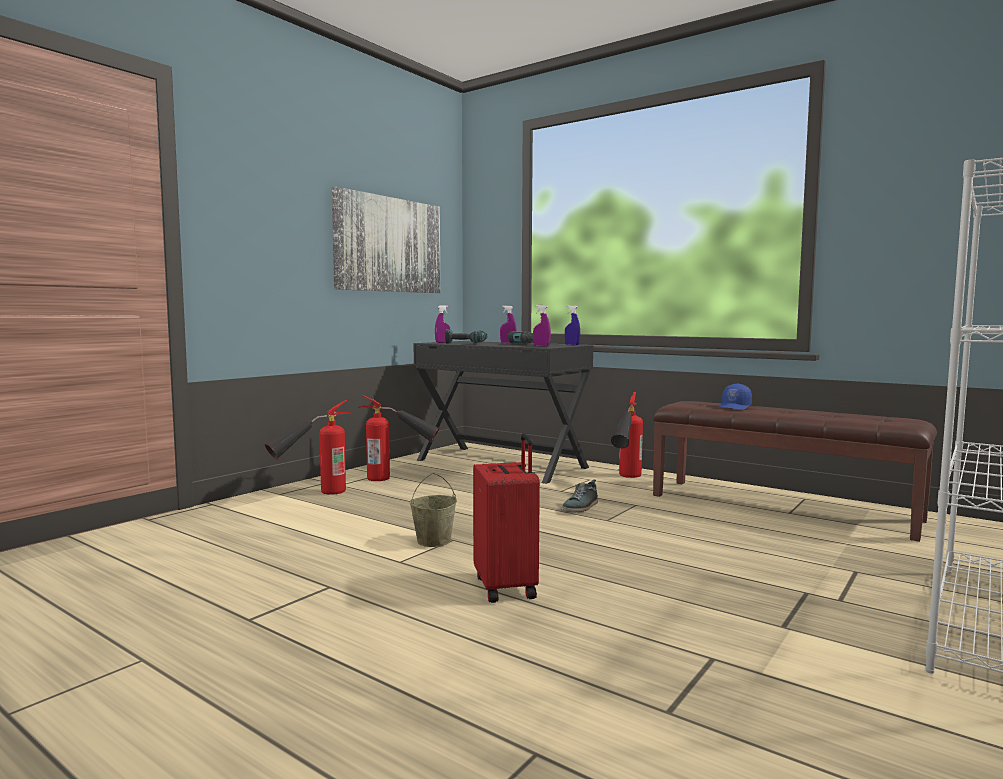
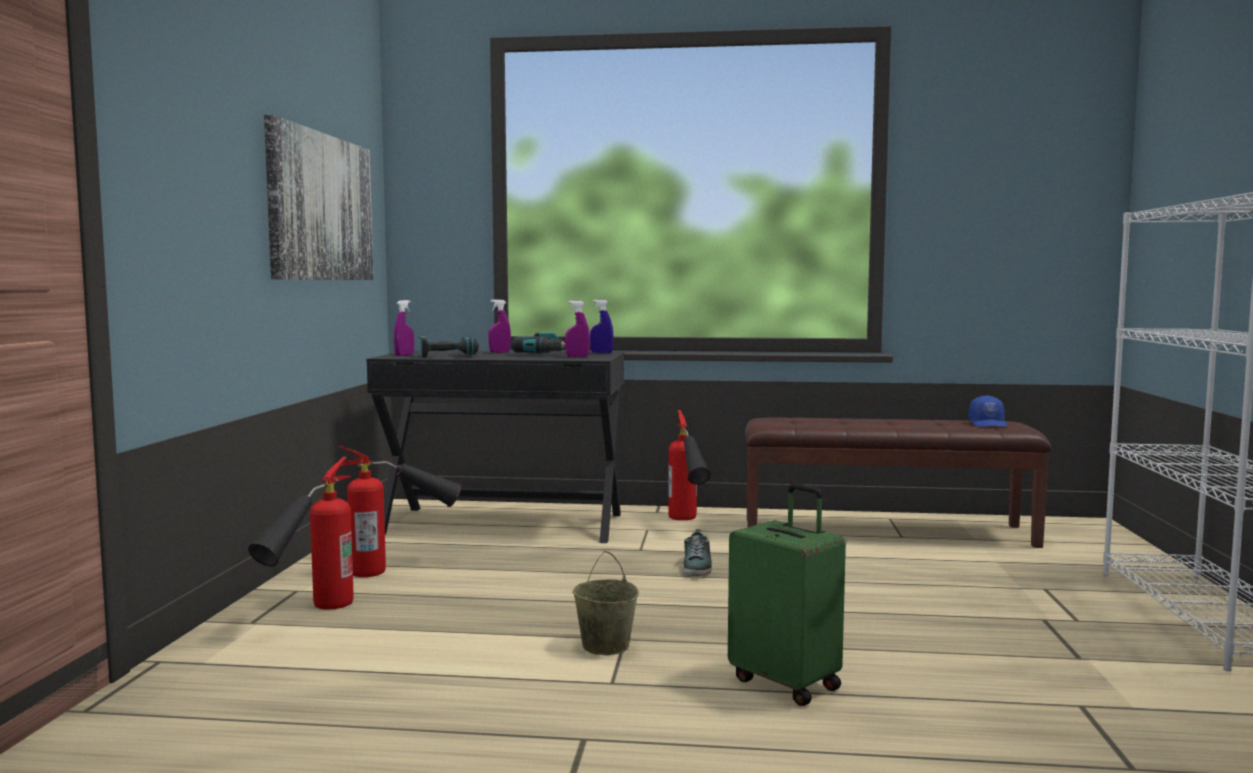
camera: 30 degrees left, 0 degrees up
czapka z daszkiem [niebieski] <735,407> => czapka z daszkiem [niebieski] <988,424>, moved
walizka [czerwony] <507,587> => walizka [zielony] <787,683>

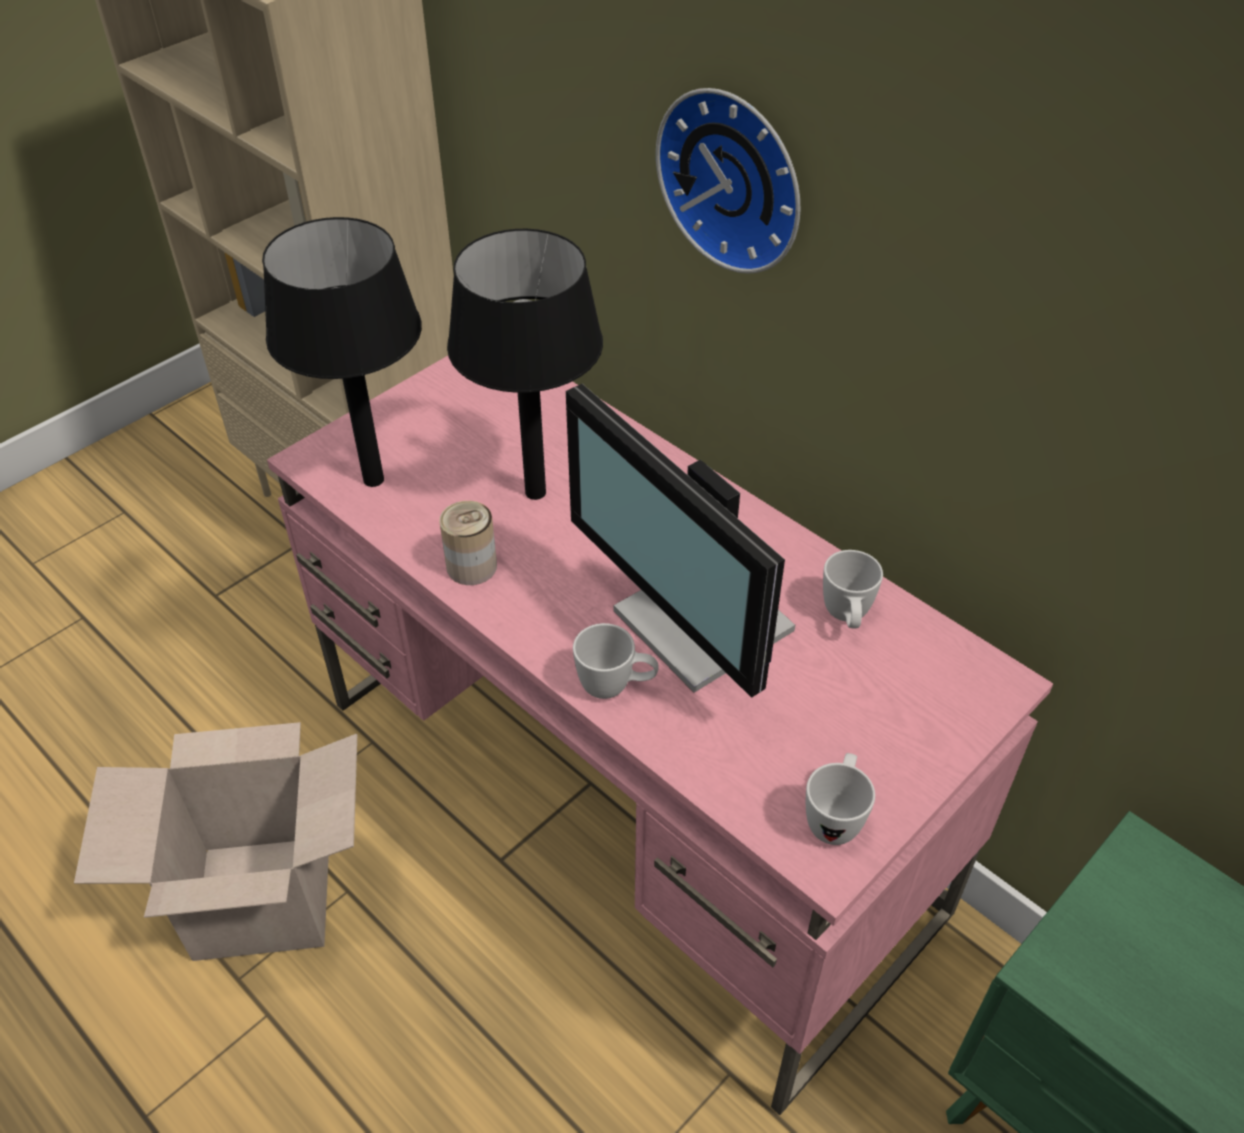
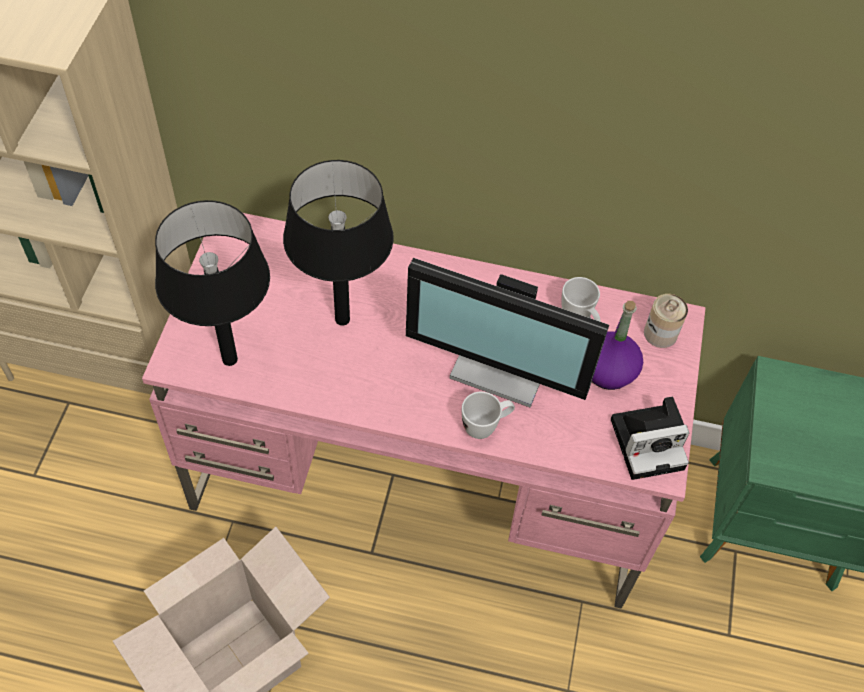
camera: 35 degrees left, 10 degrees up
zegar ścienny <736,177> => nothing
puszka <471,566> => puszka <660,333>, moved
kubek [biały] <835,817> => aparat fotograficzny <650,442>
nothing => butelka [fioletowy] <608,371>

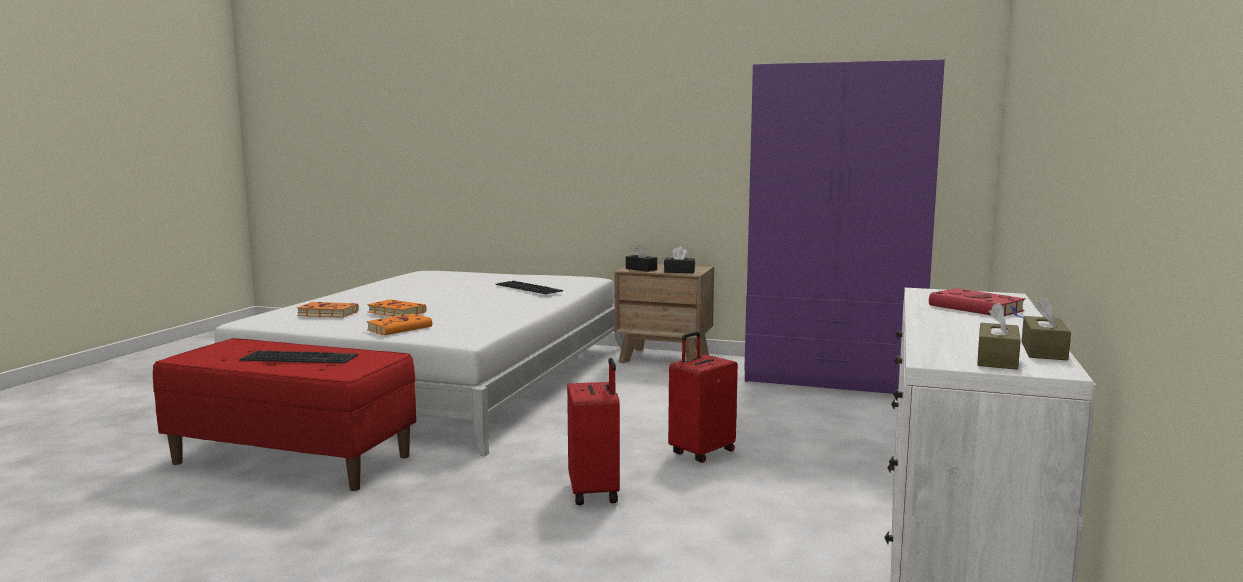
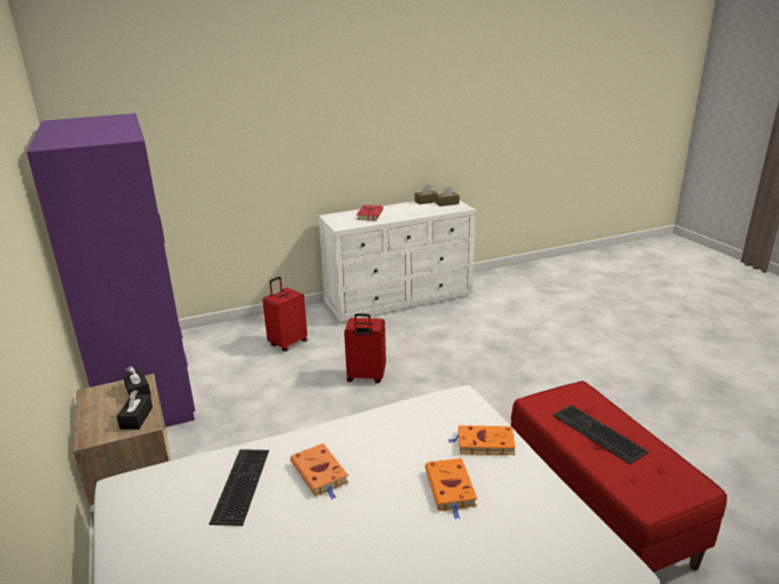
camera: 130 degrees left, 15 degrees up
książka [pomarańczowy] <326,313> => książka [pomarańczowy] <320,474>, moved
walizka [czerwony] <595,492> => walizka [czerwony] <287,343>, moved

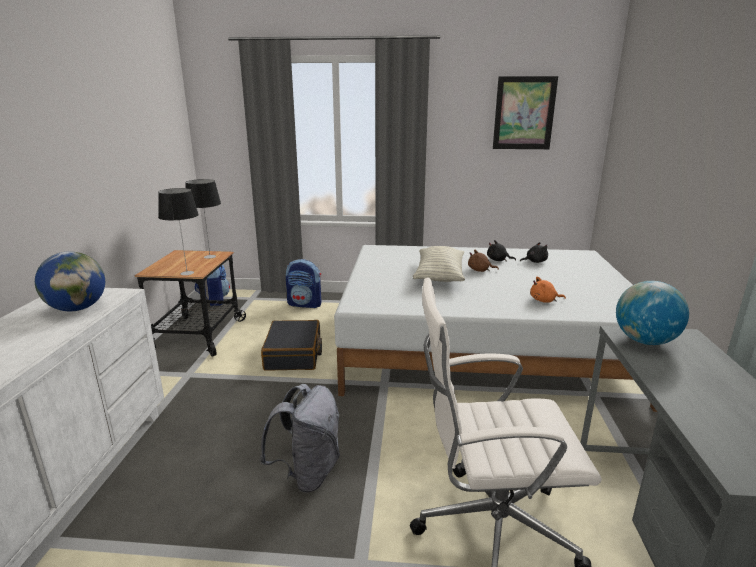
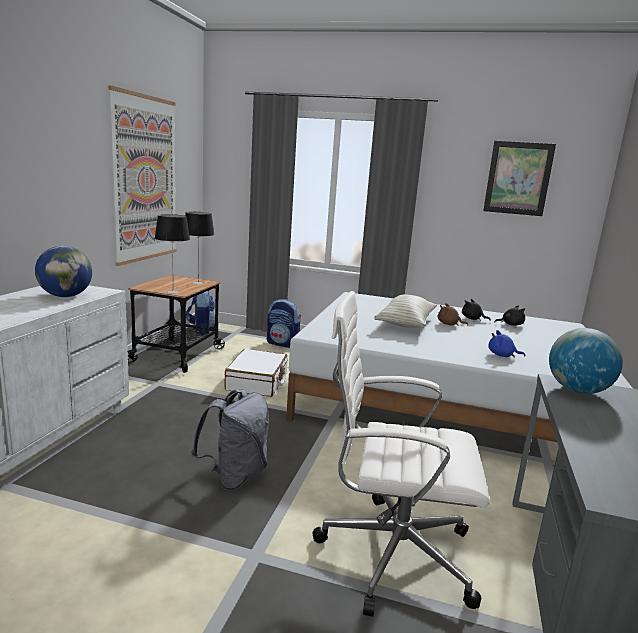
camera: 10 degrees right, 5 degrees down
pluszak [pomarańczowy] <544,301> => pluszak [niebieski] <502,355>
walizka [czarny] <294,354> => walizka [biały] <257,382>
nothing => obraz <145,179>

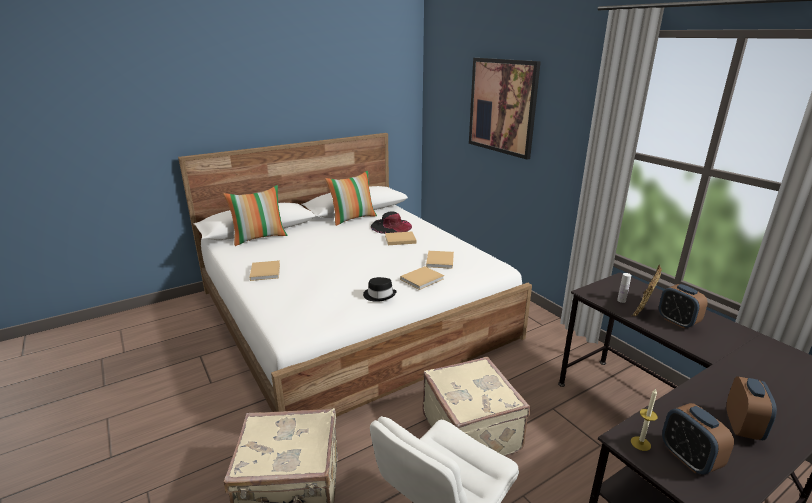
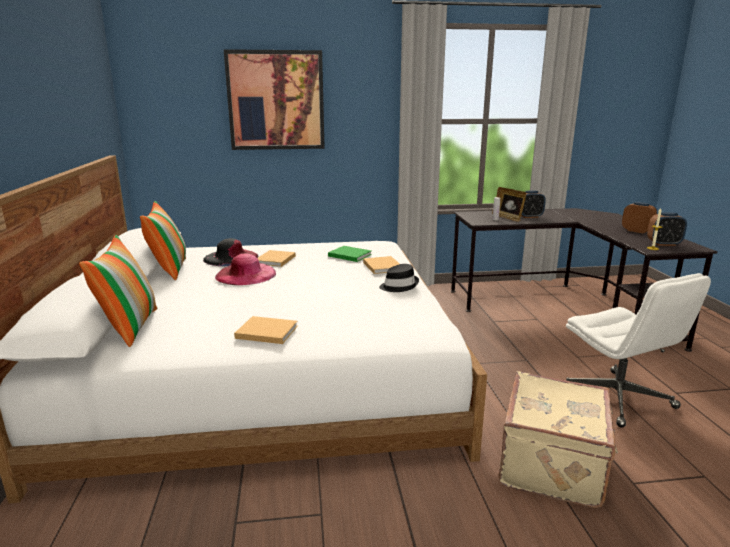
camera: 65 degrees left, 5 degrees down
książka [beżowy] <440,260> => książka [zielony] <349,255>
walizka [beżowy] <472,431> => nothing
nothing => kapelusz [różowy] <246,274>

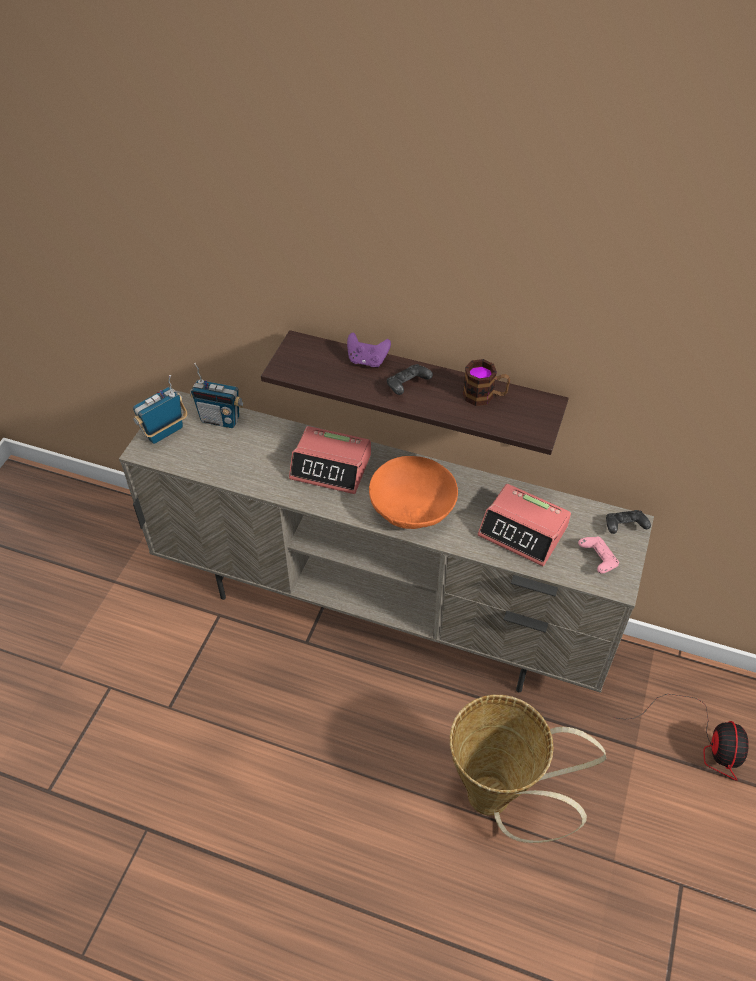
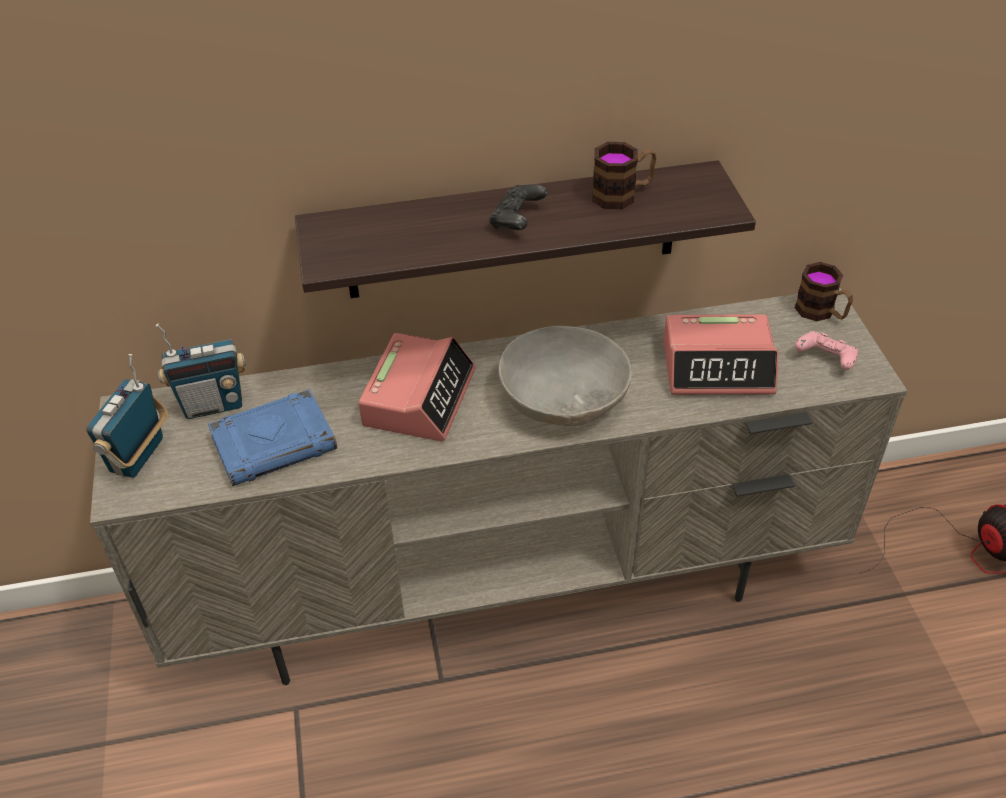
camera: 30 degrees left, 5 degrees down
pad do gier [fioletowy] <367,361> => nothing
budzik <331,467> => budzik <419,397>, 60 degrees counterclockwise
miska [pomarańczowy] <413,507> => miska [szary] <564,398>
pad do gier [czarny] <624,527> => kubek <821,312>
koszyk <499,801> => nothing
nothing => książka [niebieski] <275,443>

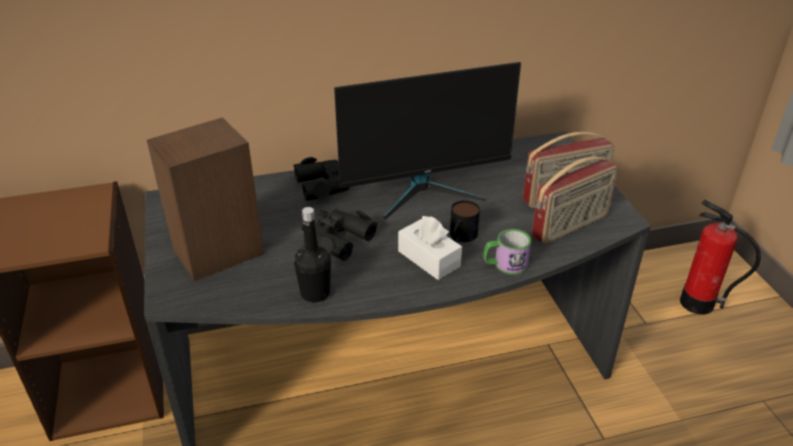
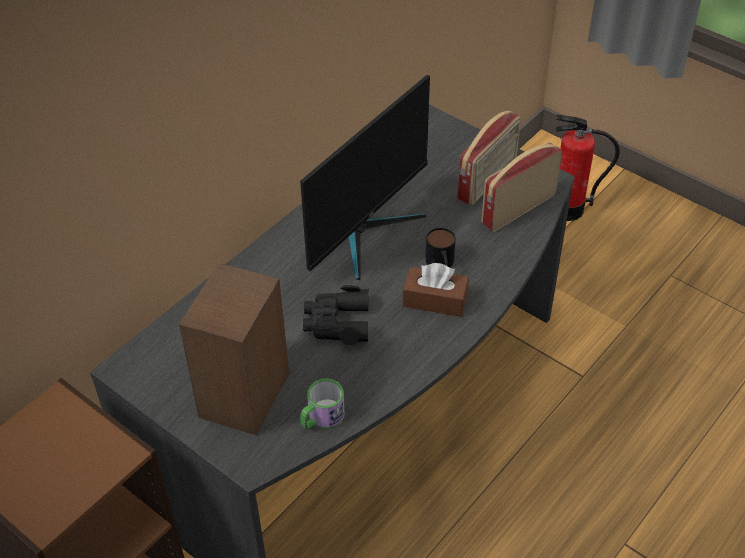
camera: 35 degrees left, 10 degrees up
lornetka [czarny] <326,185> => nothing
radio <571,227> => radio <517,208>, 150 degrees counterclockwise
butelka [czarny] <315,293> => nothing
pudełko chusteczek [biały] <429,258> => pudełko chusteczek [brązowy] <435,300>
kubek <505,264> => kubek <321,418>, moved

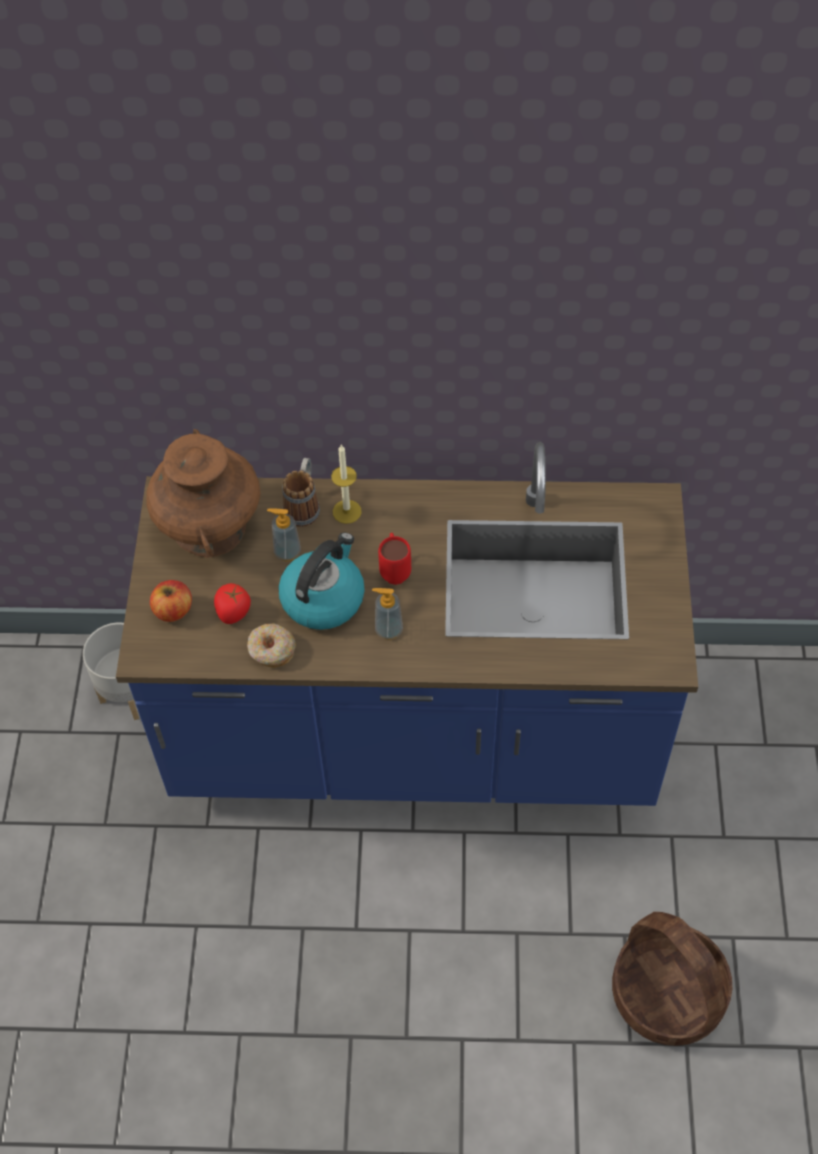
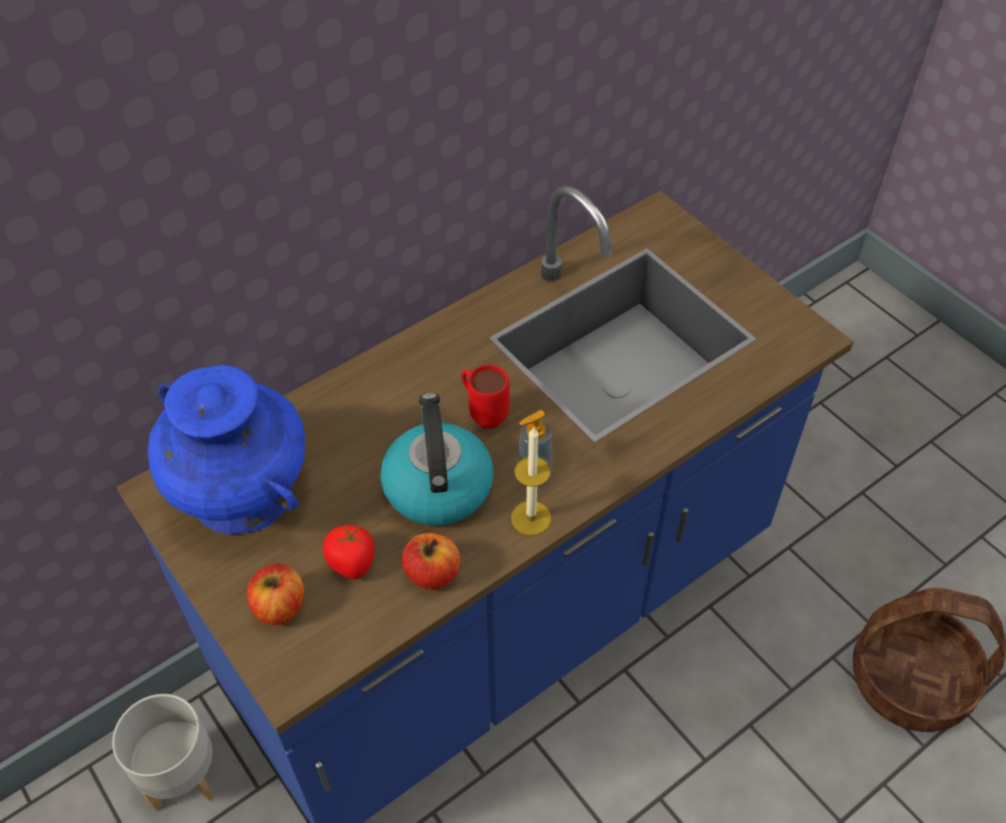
camera: 40 degrees left, 5 degrees down
wazon [brązowy] <209,526> => wazon [niebieski] <241,492>
świeca <347,511> => świeca <531,518>, moved
kubek <304,506> => nothing
dozownik mydła <287,552> => nothing
donut <271,650> => jabłko <432,573>

